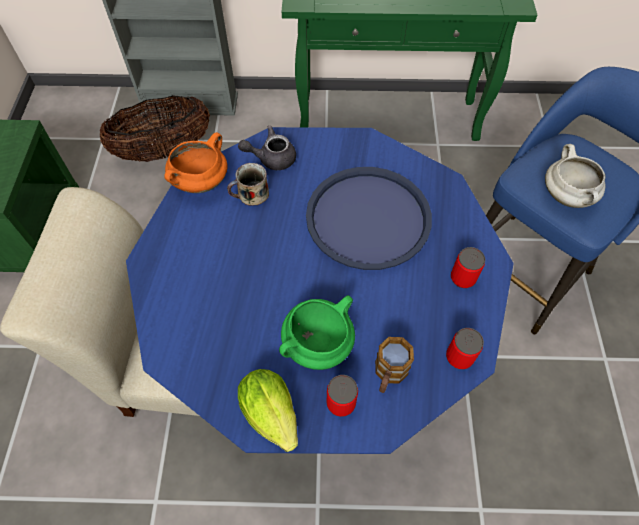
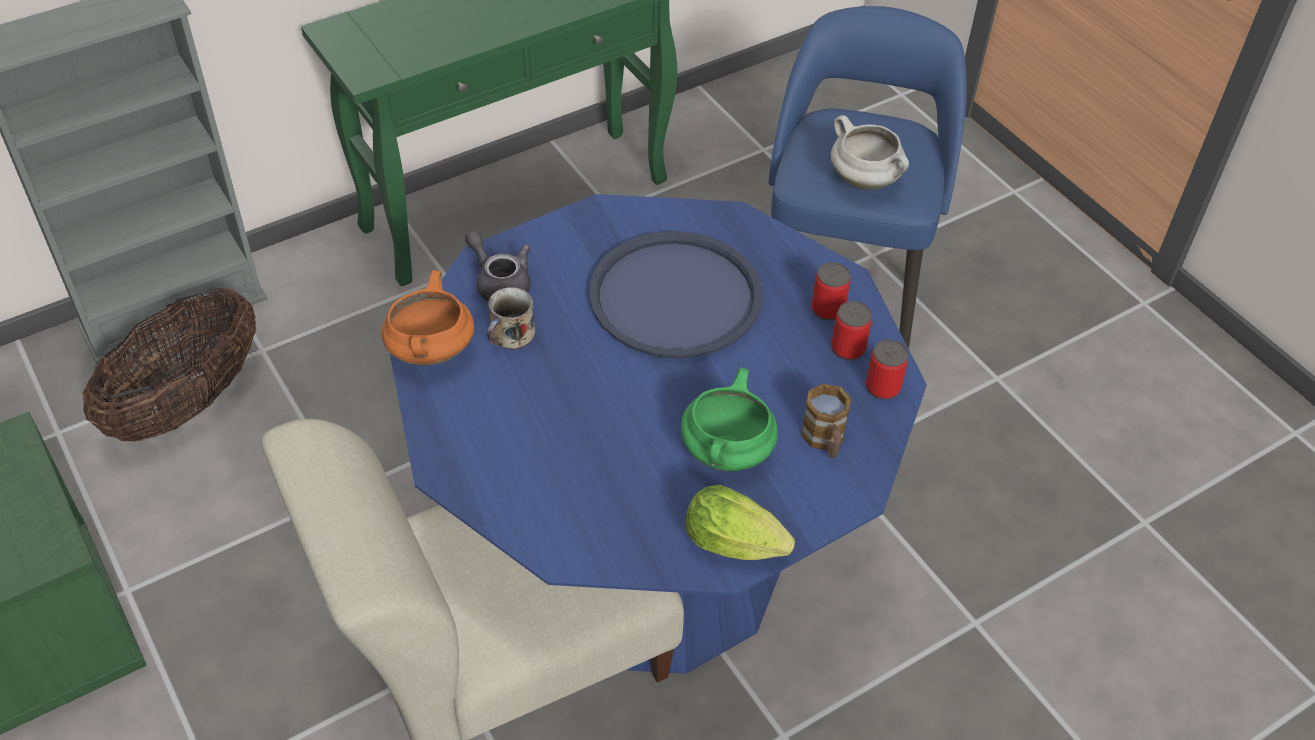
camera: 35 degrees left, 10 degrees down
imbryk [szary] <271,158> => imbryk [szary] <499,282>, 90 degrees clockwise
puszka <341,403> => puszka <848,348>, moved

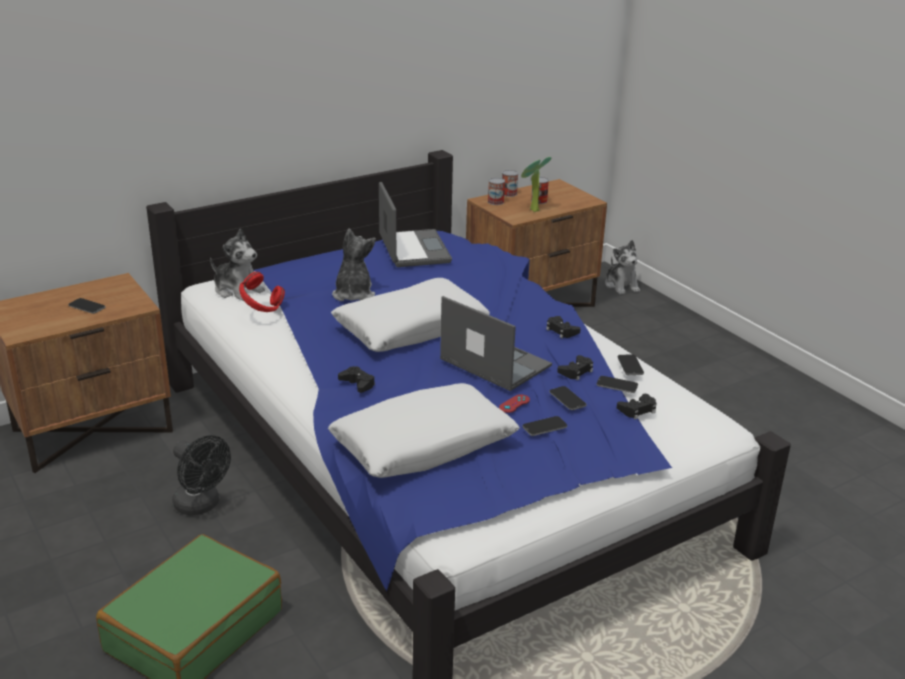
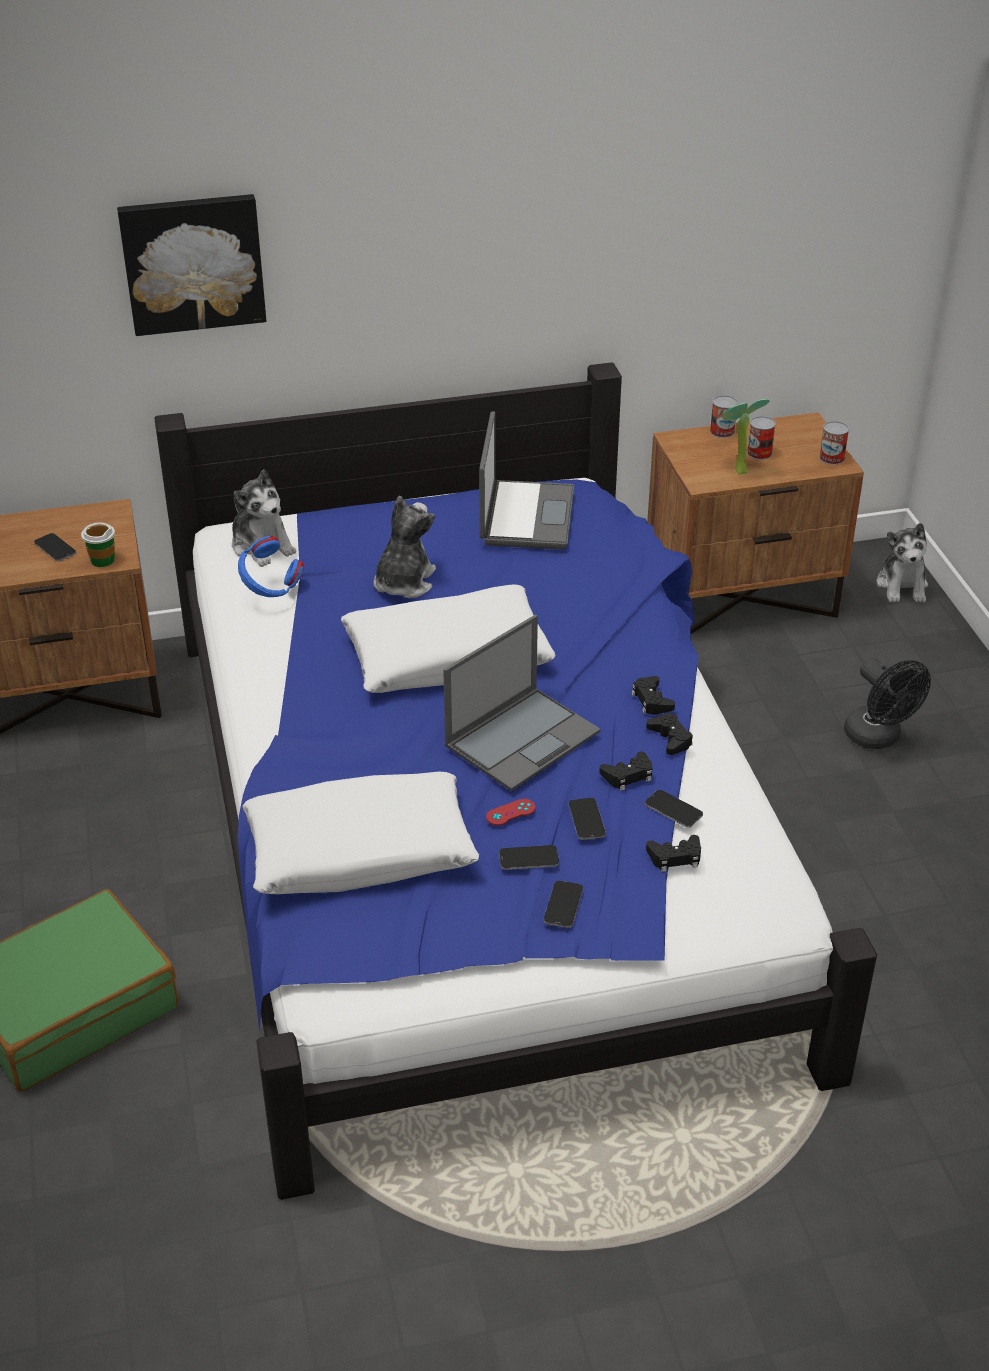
camera: 20 degrees right, 10 degrees up
puszka <495,202> => puszka <831,458>, moved
słuchawki [czerwony] <261,309> => słuchawki [niebieski] <270,588>
laptop <494,362> => laptop <523,738>, 75 degrees clockwise
telefon <630,365> => telefon <563,905>, moved
pad do gier [czarny] <357,383> => pad do gier [czarny] <670,739>, moved
wentylator [czarny] <201,505> => wentylator [czarny] <878,738>, moved
nothing => obraz <193,263>
nothing => filiżanka <102,560>

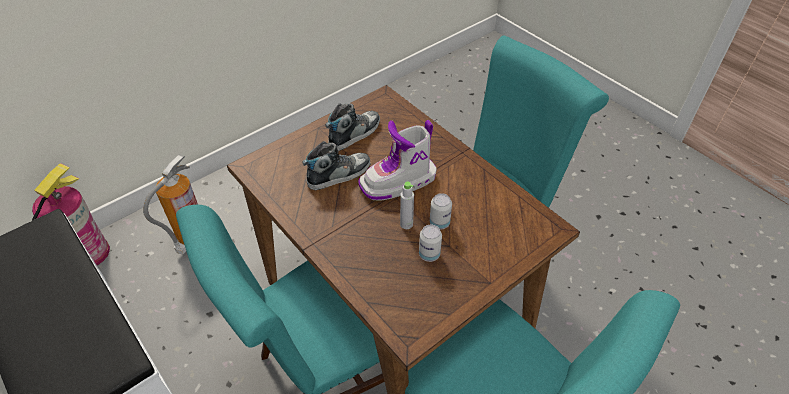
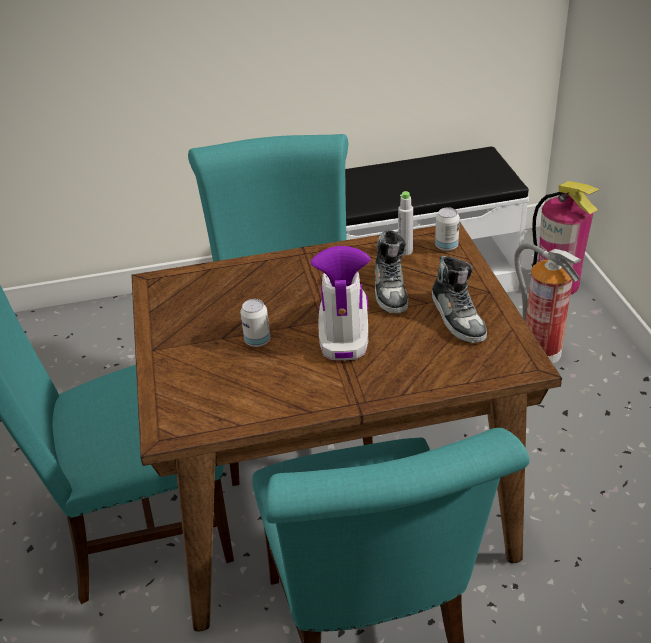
camera: 120 degrees right, 10 degrees down
butelka [szary] <406,224> => butelka [szary] <405,251>, moved
puszka <429,254> => puszka <446,246>, moved

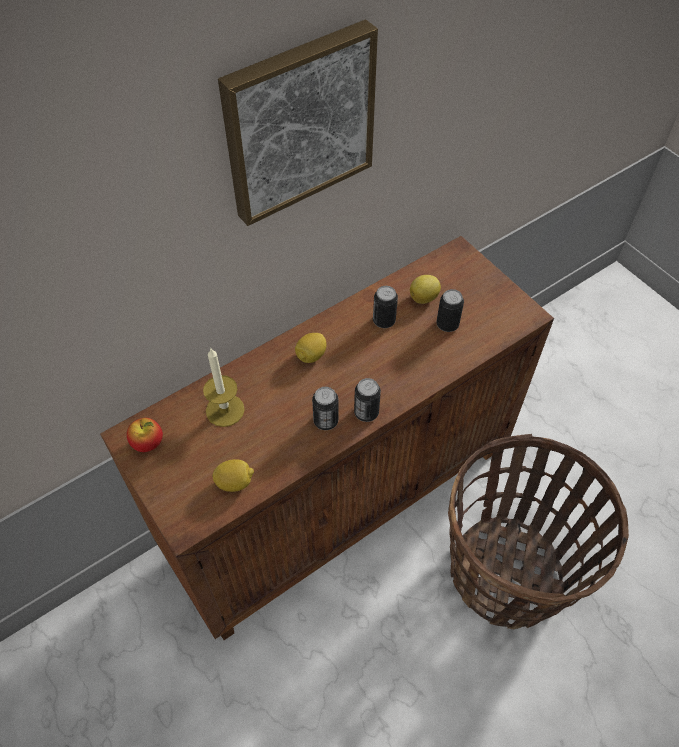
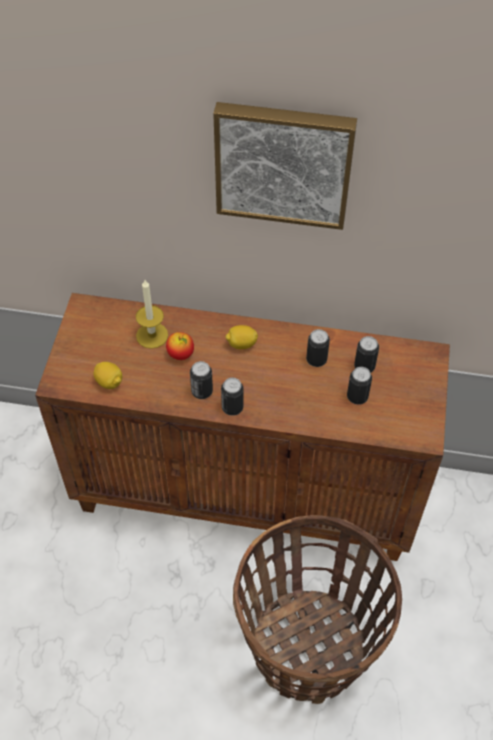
camera: 45 degrees right, 0 degrees up
cytryna <424,298> => puszka <364,366>
jabłko <148,443> => jabłko <181,354>, moved

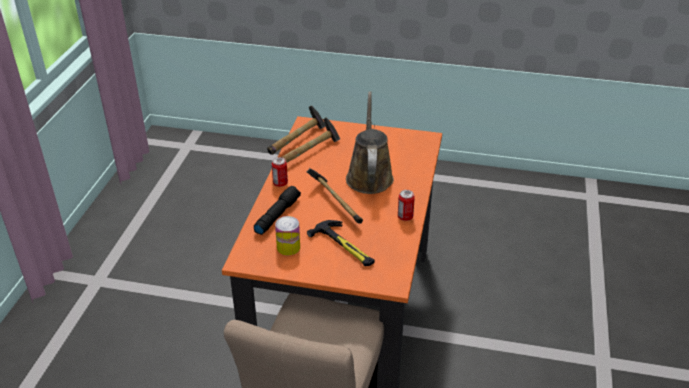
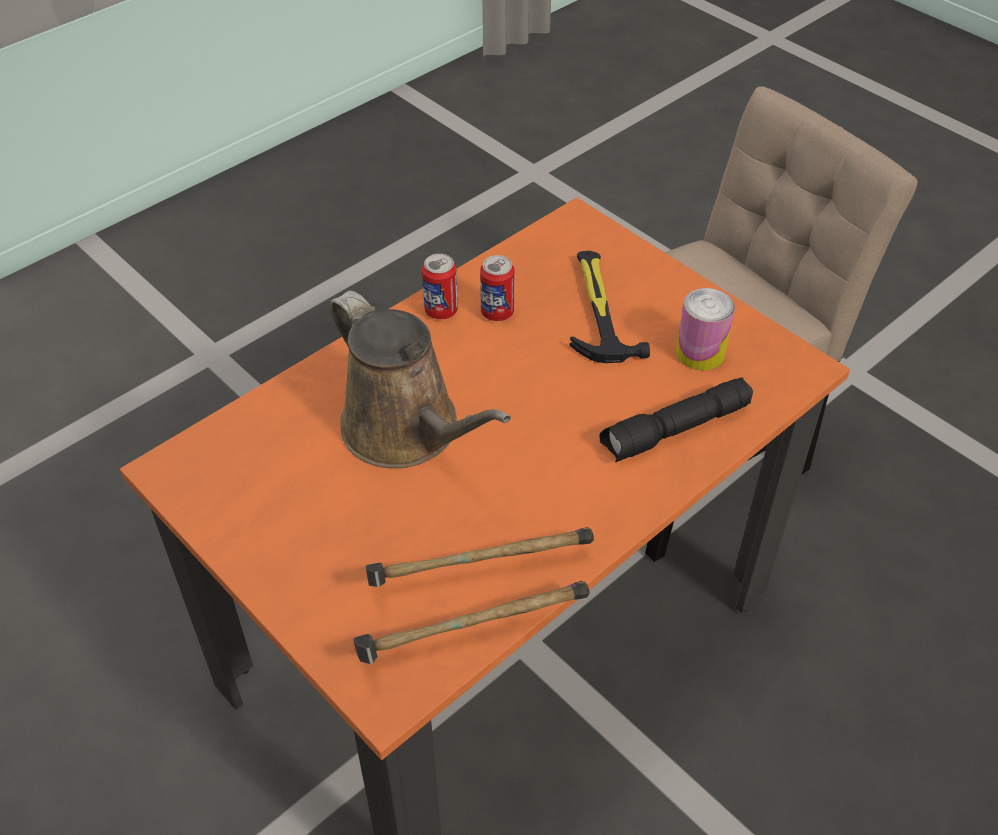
camera: 145 degrees left, 10 degrees up
konewka [brązowy] <369,176> => konewka [brązowy] <407,431>, 75 degrees counterclockwise
puszka <280,183> => puszka <497,312>, moved
młotek <336,203> => nothing

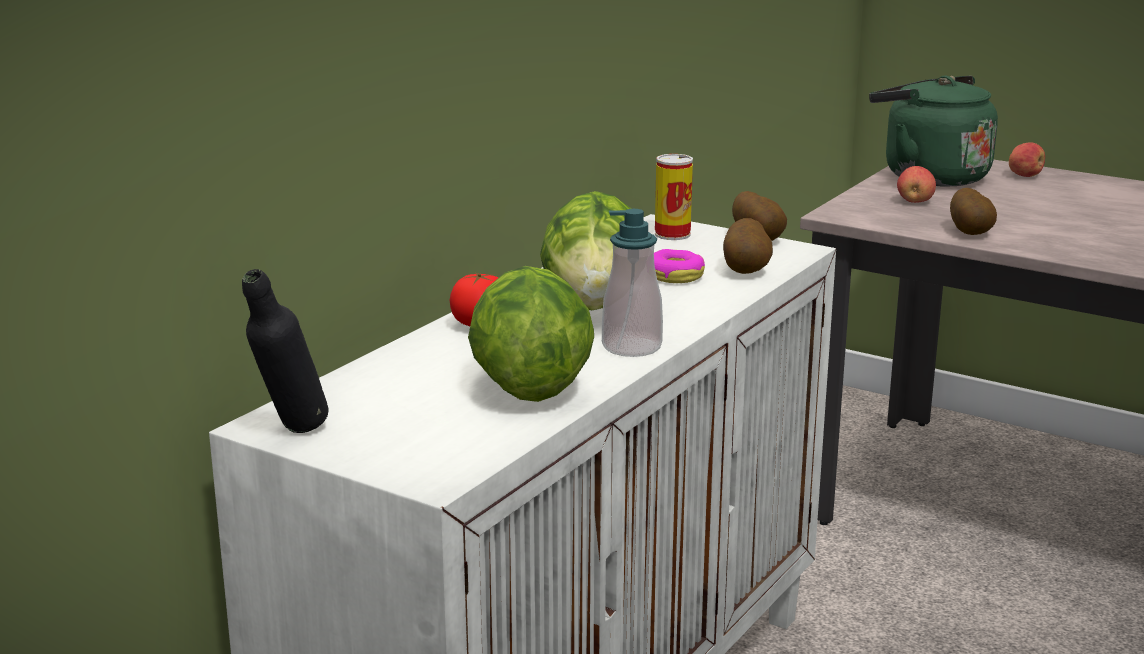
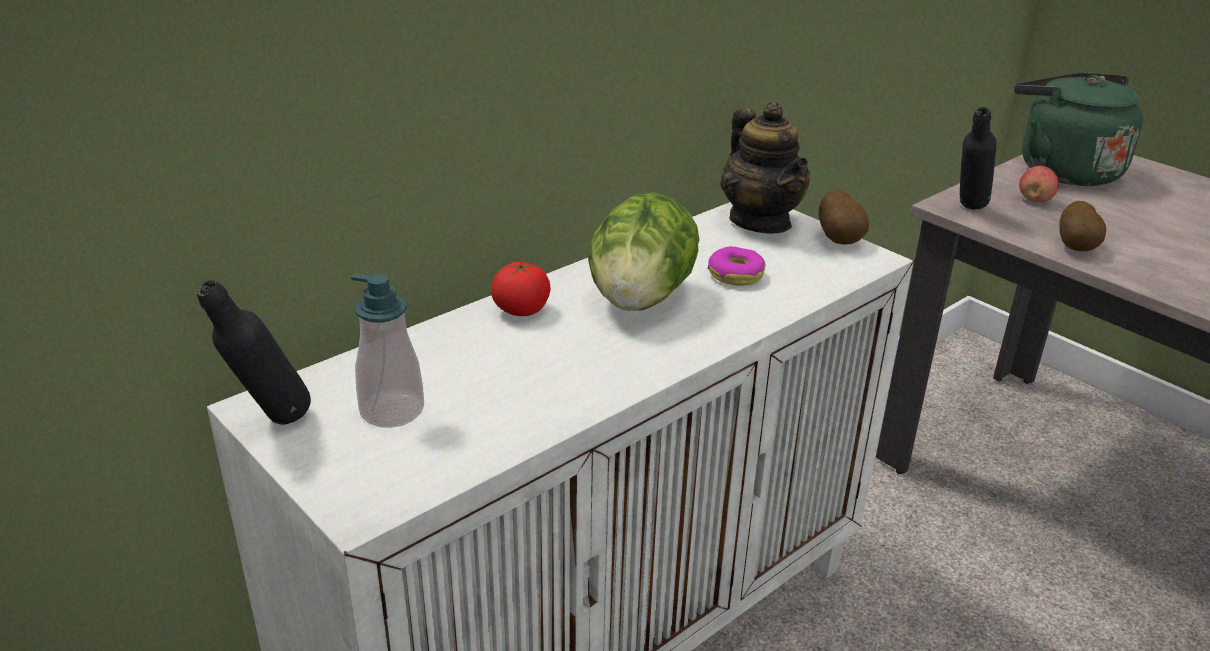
camera: 15 degrees right, 10 degrees up
jabłko <1025,176> => nothing
puszka <672,234> => imbryk <760,221>
dozownik mydła <631,347> => dozownik mydła <392,411>, moved
ziemniak <747,271> => nothing
sałata <528,386> => nothing
nothing => butelka [czarny] <967,210>

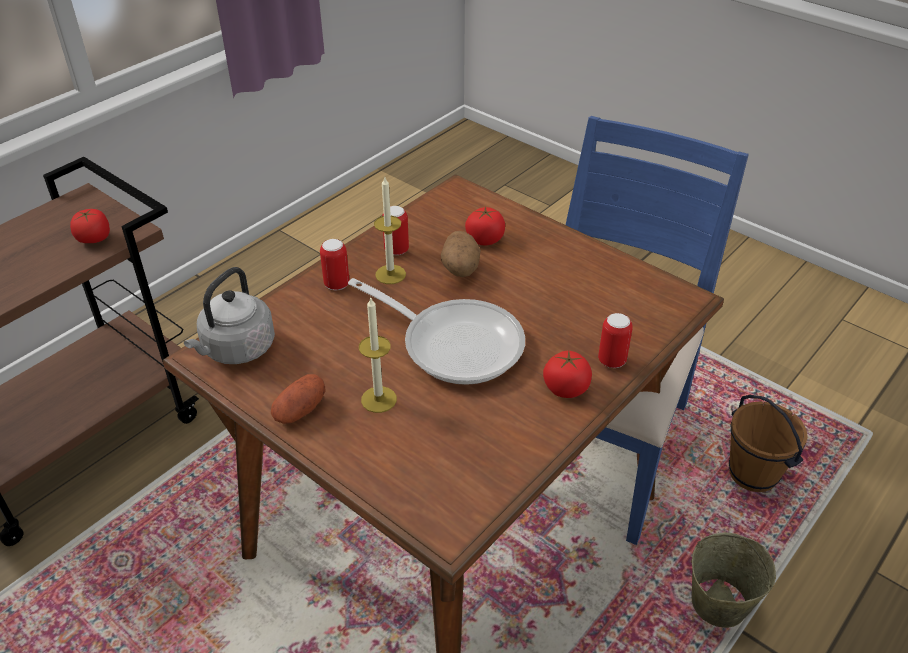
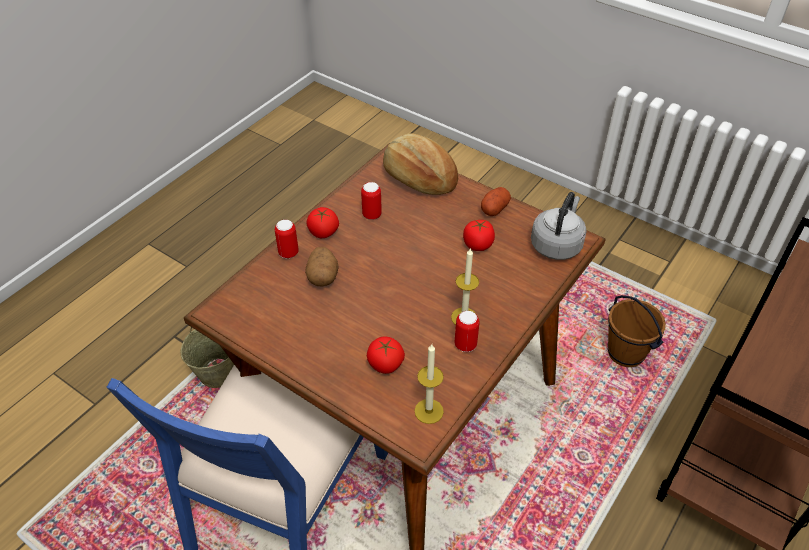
camera: 175 degrees right, 5 degrees up
pomidor <94,239> => pomidor <478,244>, moved
ziemniak <460,269> => ziemniak <323,276>, moved
puszka <336,284> => puszka <372,215>, moved
patelnia <454,343> => nothing
świeca <379,399> => świeca <429,411>, moved
wiadro [brązowy] <752,475> => wiadro [brązowy] <626,353>, moved
nothing => chleb <419,178>

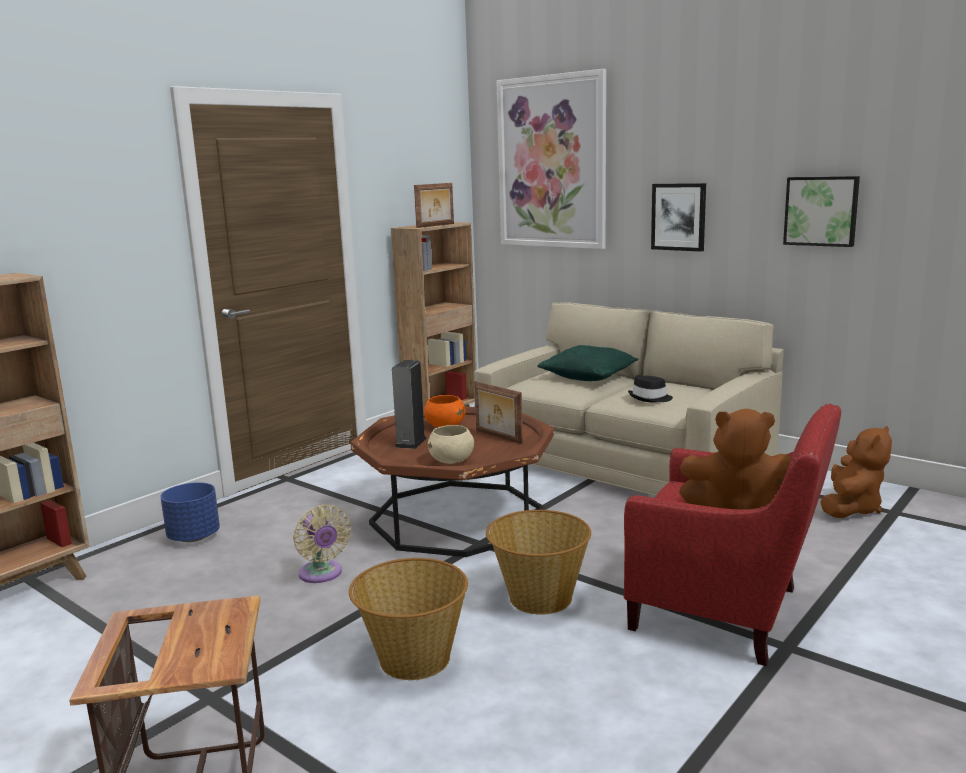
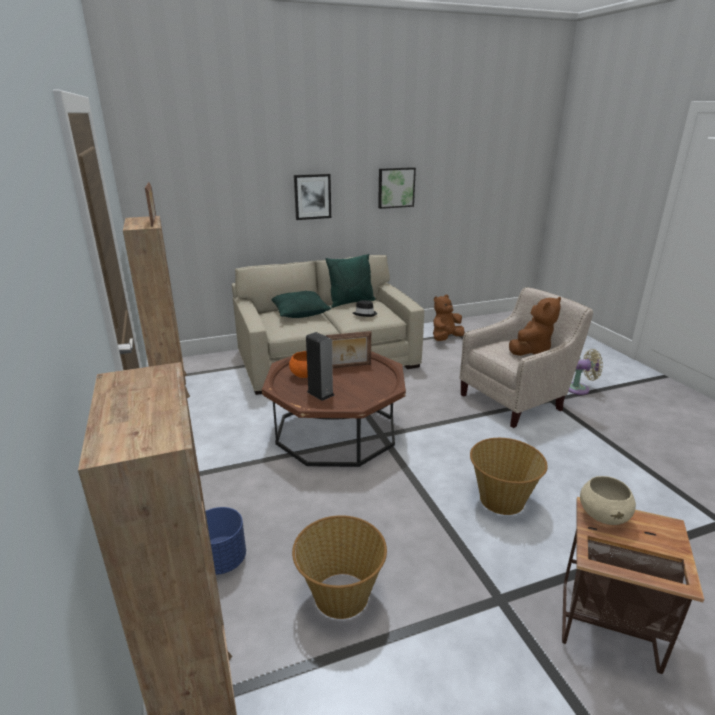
camera: 60 degrees left, 10 degrees up
obraz <552,162> => nothing
fotel [czerwony] <727,613> => fotel [beżowy] <515,400>
miska [beżowy] <452,461> => miska [beżowy] <603,515>, moved
pluszak [brązowy] <851,508> => pluszak [brązowy] <445,338>, 105 degrees counterclockwise
wentylator [beżowy] <322,574> => wentylator [beżowy] <579,389>, moved
koszyk <539,597> => koszyk <340,595>, moved
nothing => poduszka [zielony] <351,302>

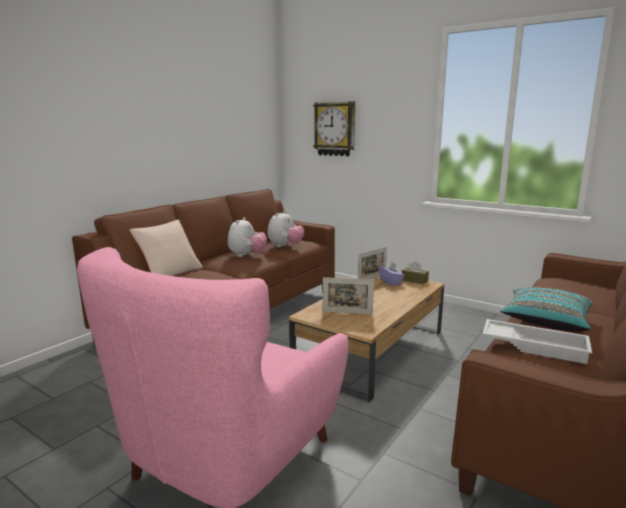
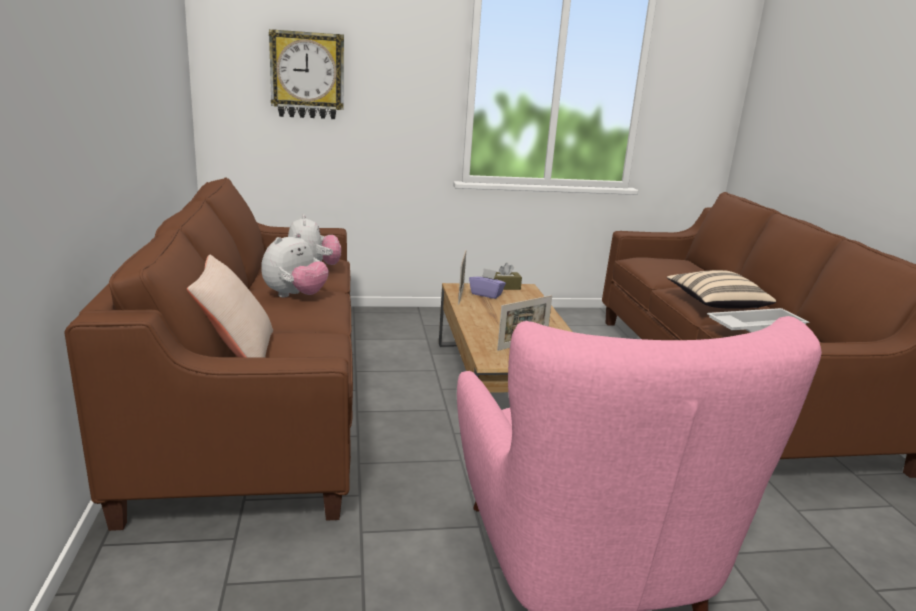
camera: 45 degrees left, 5 degrees up
pluszak <247,255> => pluszak <295,296>, 60 degrees clockwise
poduszka [turkusowy] <545,322> => poduszka [beżowy] <716,304>

